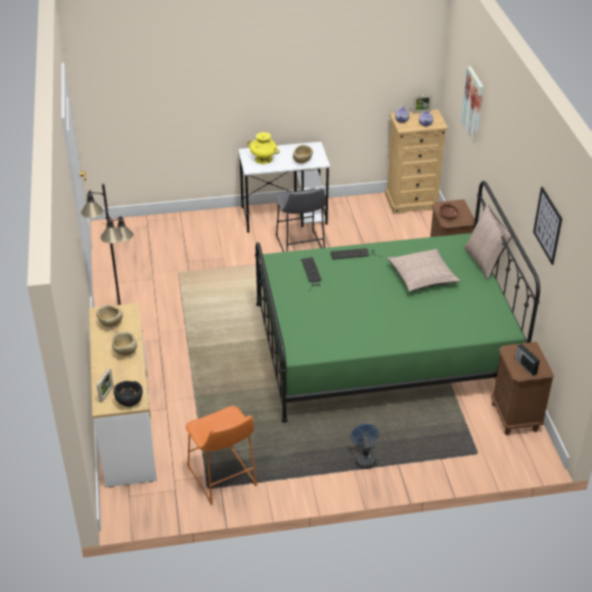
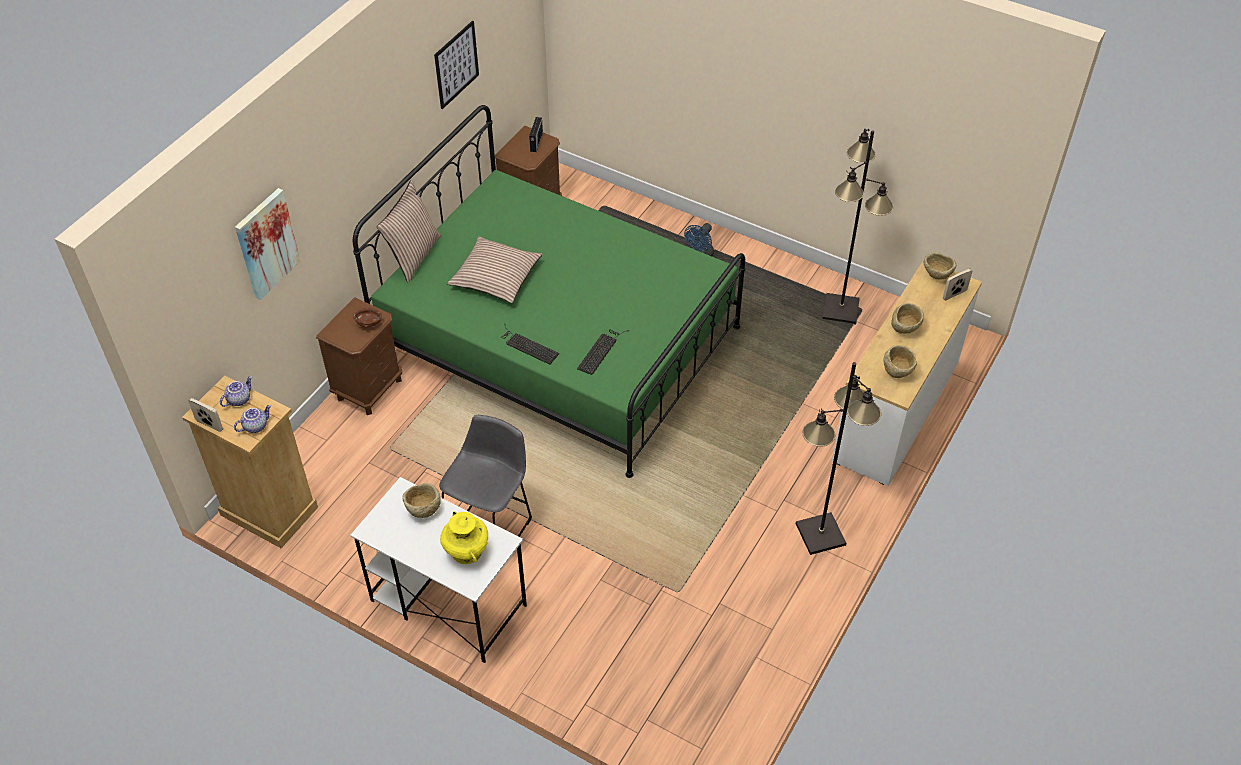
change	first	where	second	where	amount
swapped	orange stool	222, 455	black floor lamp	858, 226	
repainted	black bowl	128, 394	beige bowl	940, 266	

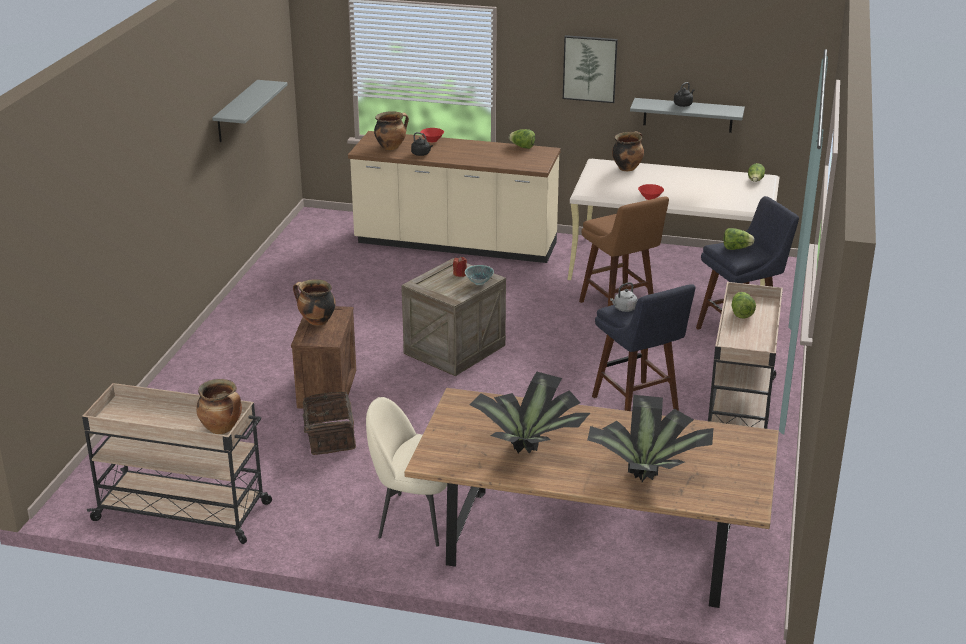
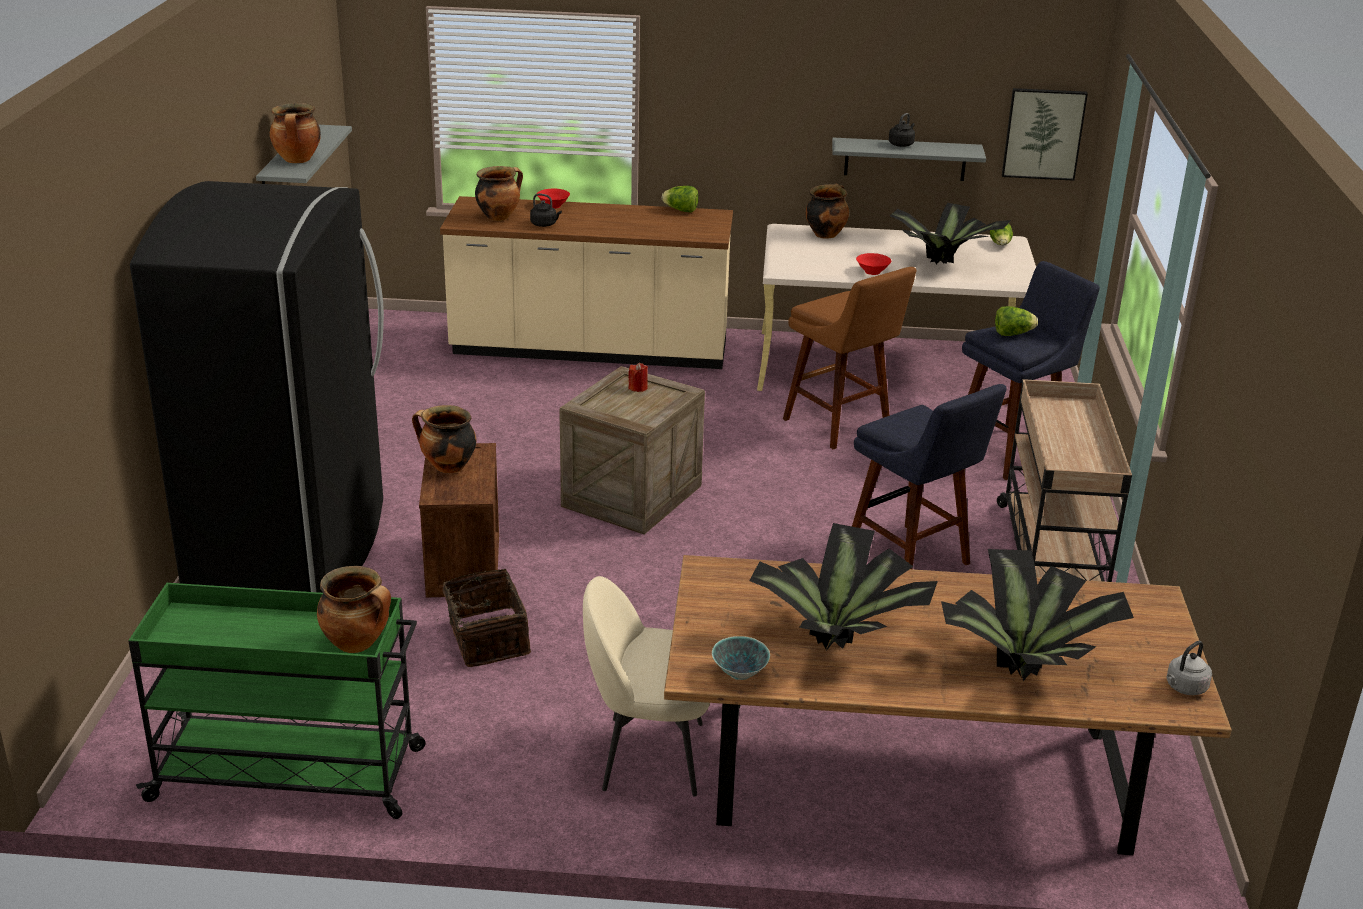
change	first	where	second	where	amount
repainted	beige cart	177, 463	green cart	277, 701	
new			black fridge	257, 387	
new			cooking pot	295, 133	
shifted	bowl	479, 275		741, 658	
new			potted plant	950, 233	
shifted	picture	590, 69		1045, 134	
shifted	grey kettle	624, 297		1189, 668	
gone	lettuce	743, 305			

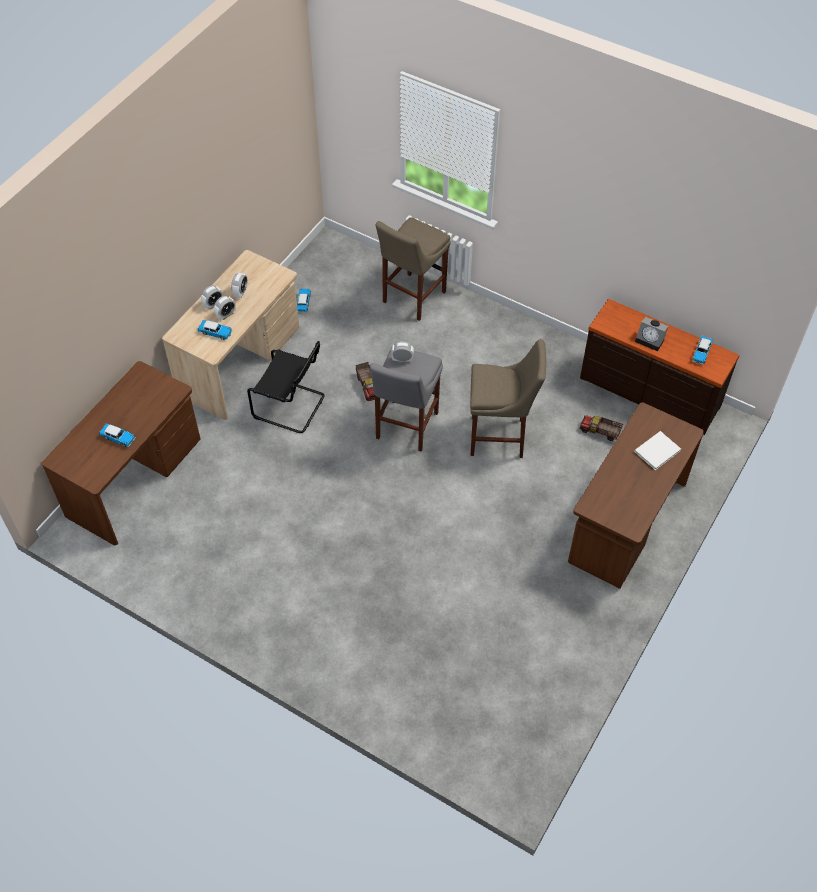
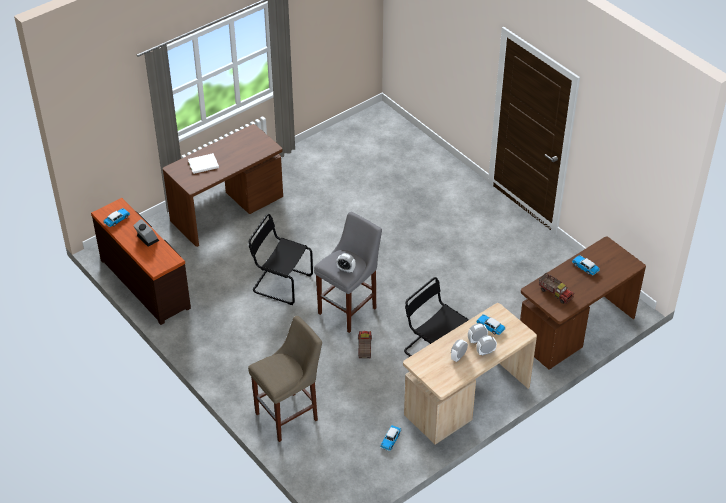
change	first	where	second	where	amount
swapped	beige stool	508, 398	black chair	281, 259	
shifted	toy truck	601, 428		556, 288	

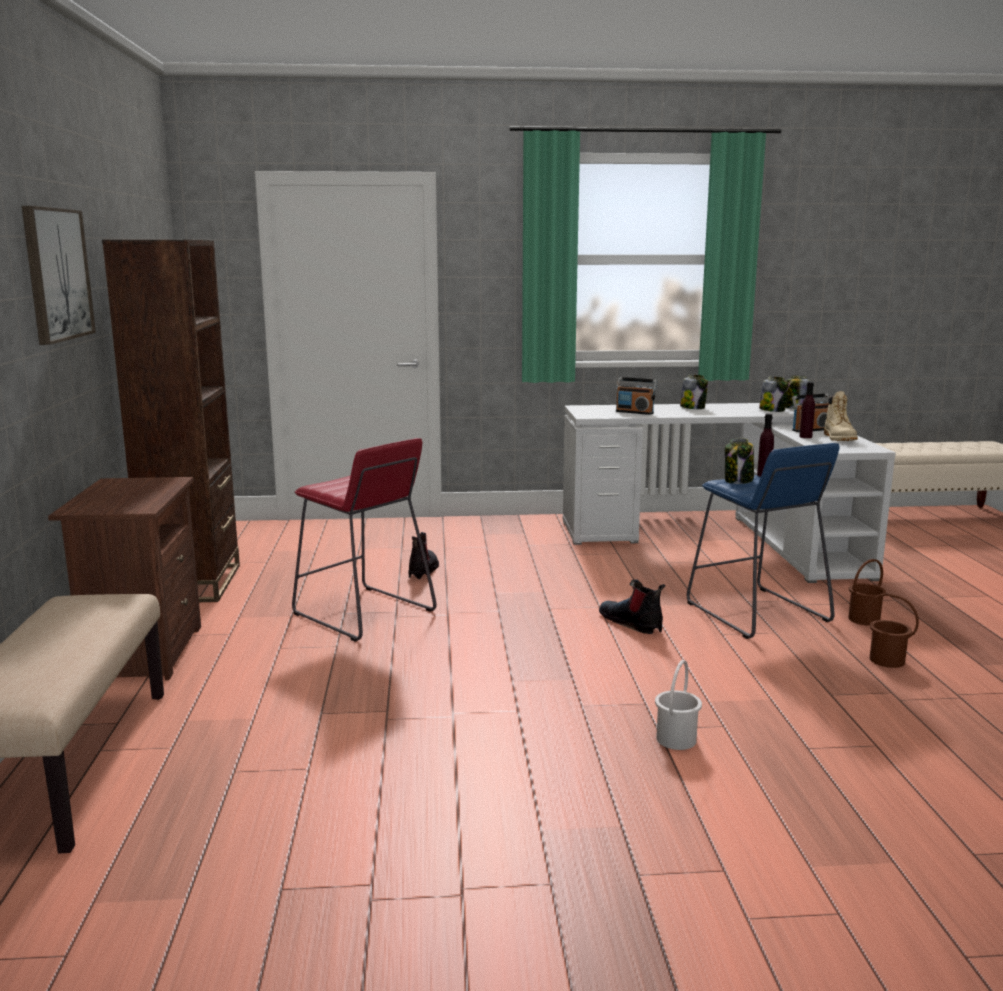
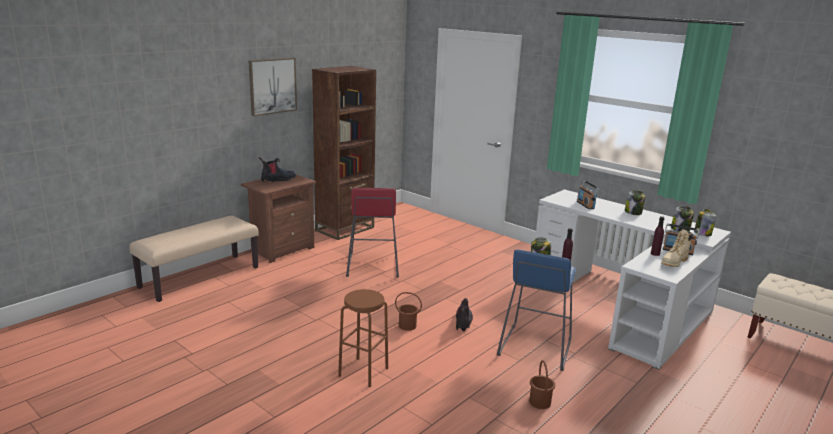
change	first	where	second	where	amount
shifted	boot	423, 555		277, 169	
swapped	white bucket	678, 705	brown stool	363, 338	
shifted	brown bucket	867, 592		408, 311	

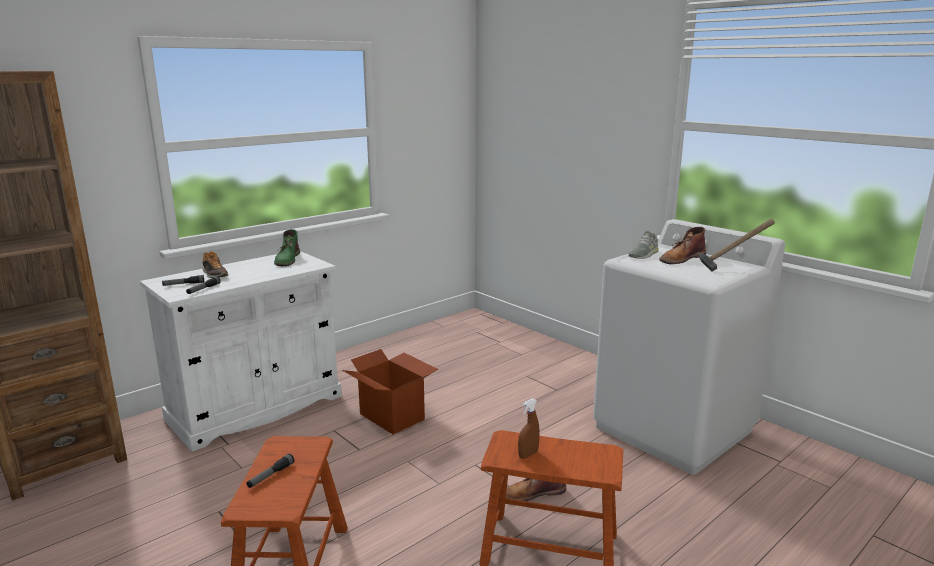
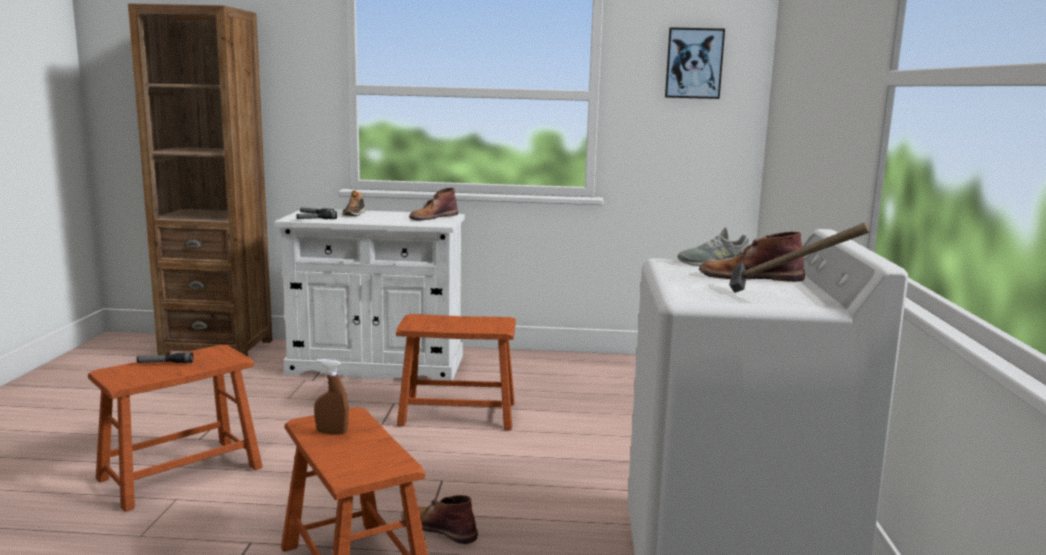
change	first	where	second	where	amount
swapped	cardboard box	390, 391	brown stool	456, 372	
repainted	green boot	287, 247	brown boot	433, 204	
new			picture	695, 63	

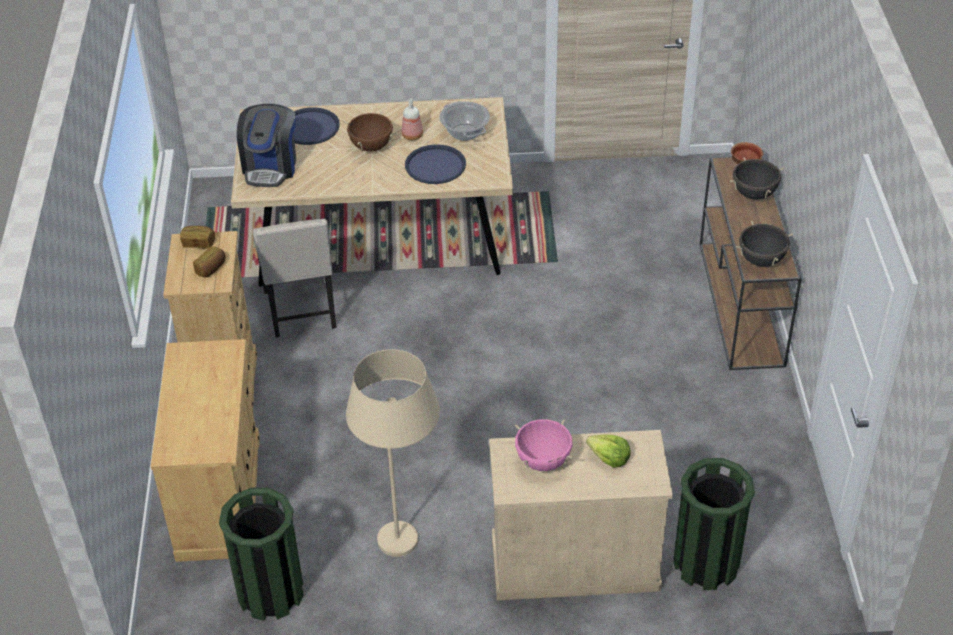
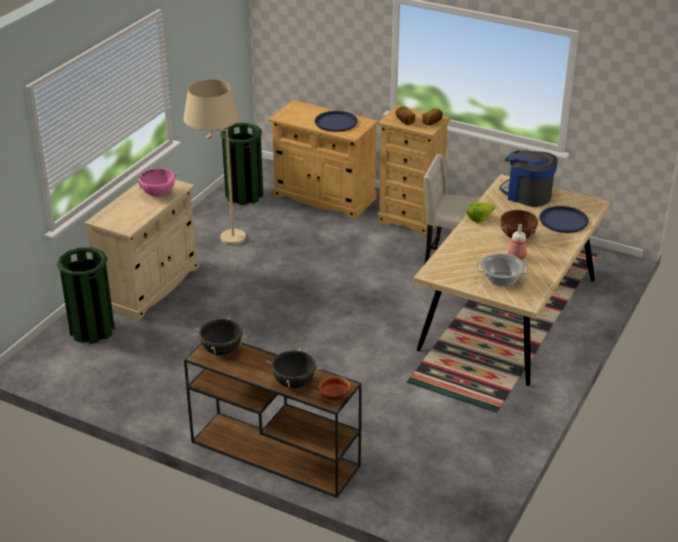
change	first	where	second	where	amount
shifted	blue tray	435, 164		336, 121	
shifted	lettuce	608, 451		481, 212	

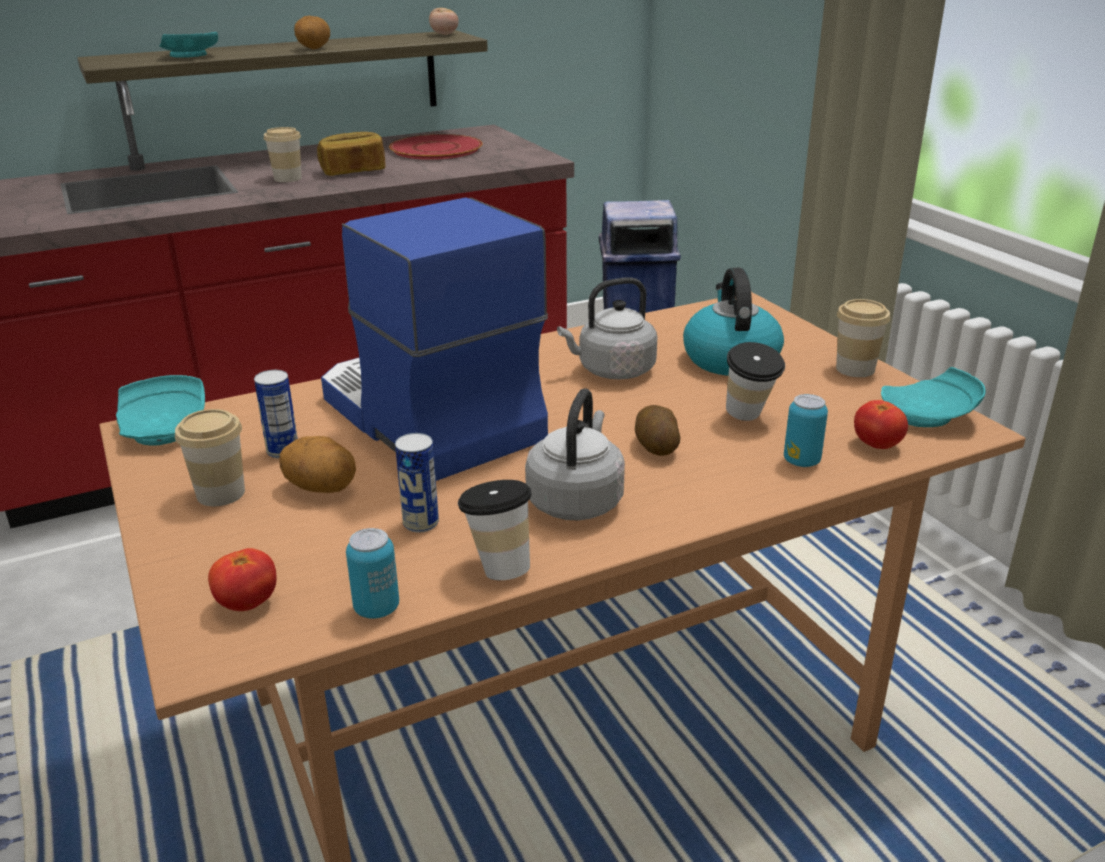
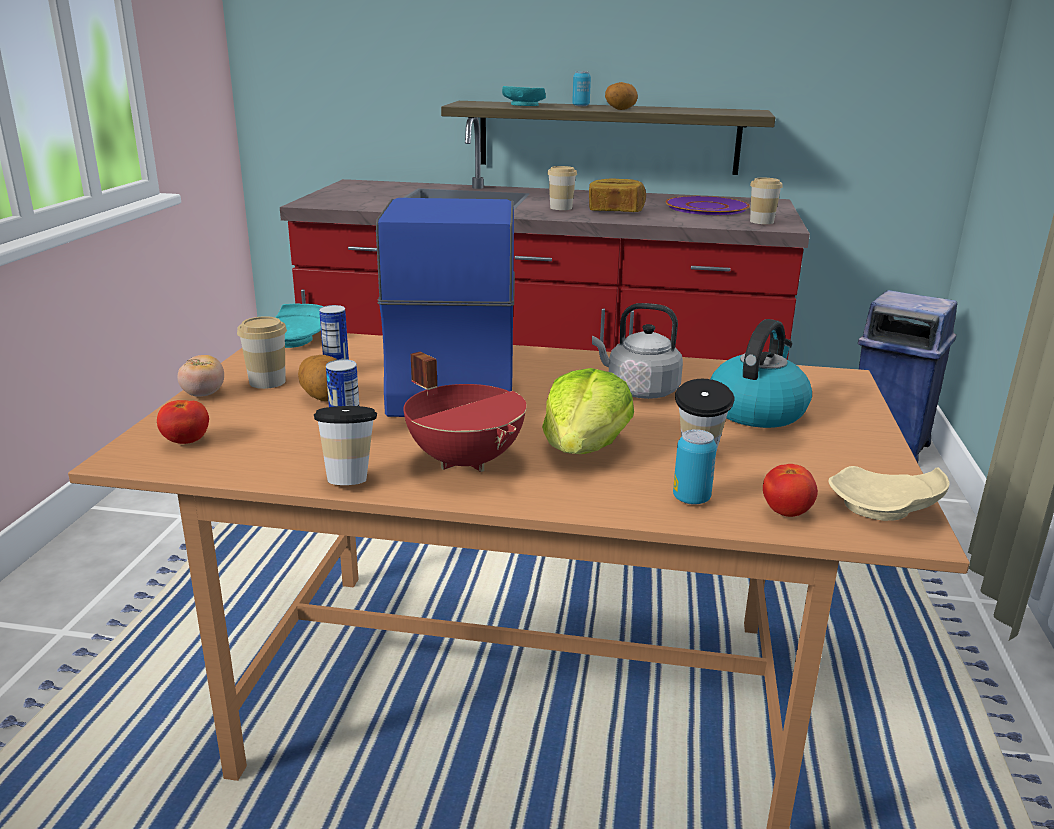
change	first	where	second	where	amount
shifted	tomato	444, 21		200, 376	
swapped	grey kettle	575, 454	red cooking pot	465, 411	
swapped	potato	657, 430	lettuce	588, 411	
shifted	can	372, 573		581, 88	
repainted	red plate	436, 147	purple plate	707, 205	
shifted	cup	863, 338		766, 201	
repainted	turquoise plate	933, 397	beige plate	888, 493	

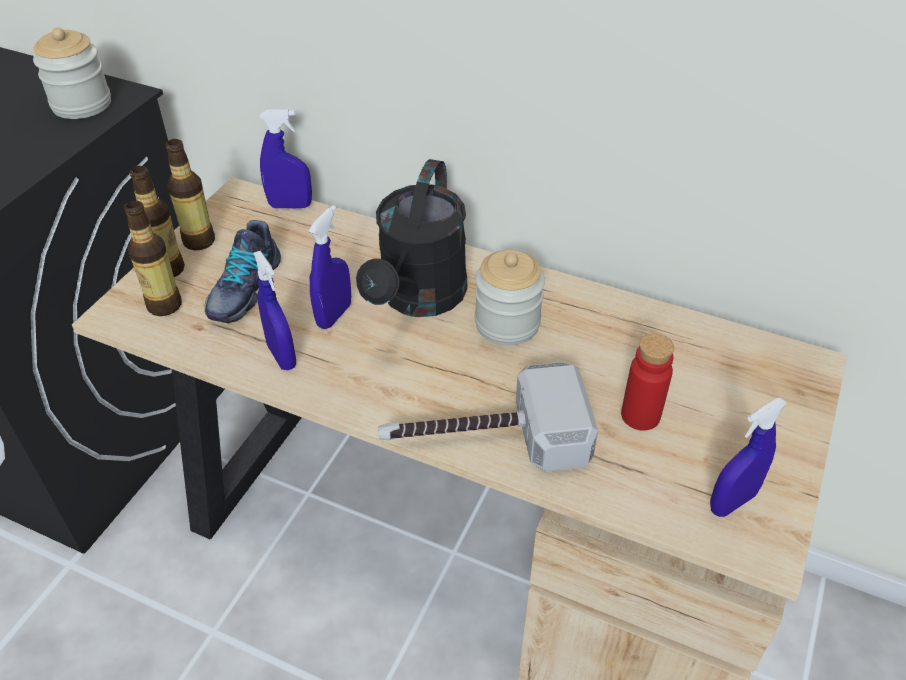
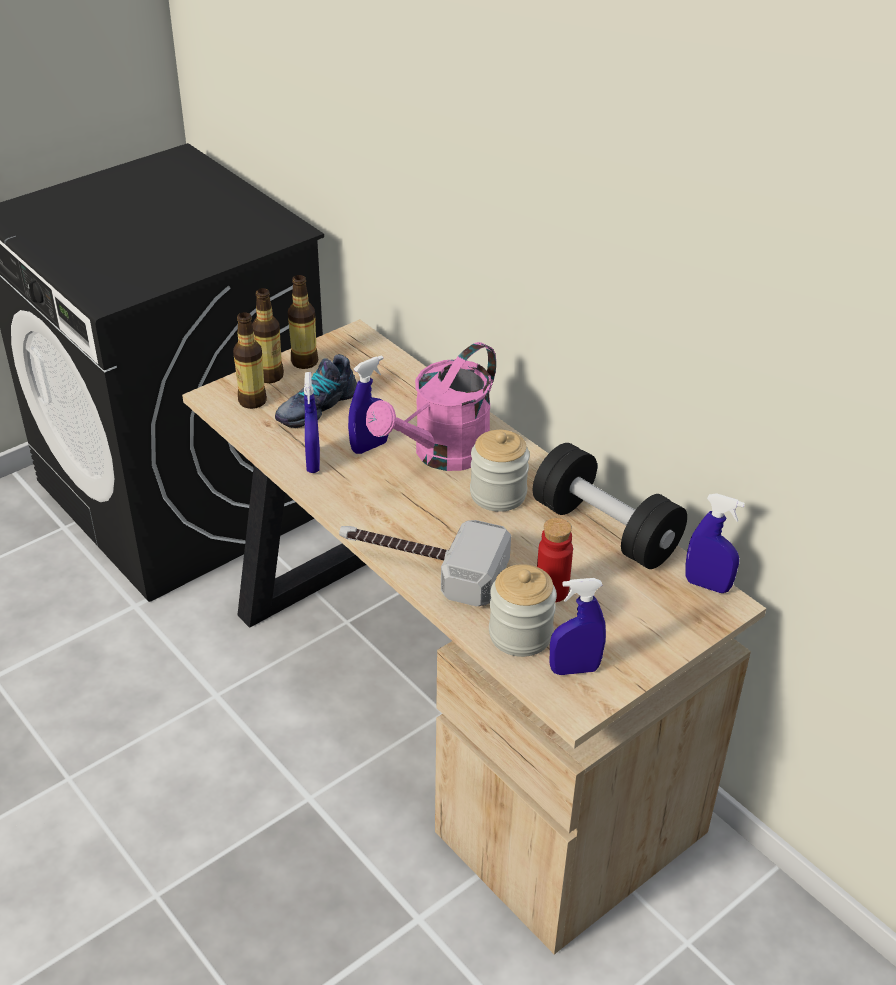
change	first	where	second	where	amount
repainted	black watering can	412, 238	pink watering can	431, 406	
shifted	jar	72, 73		523, 610	
new			black dumbbell	610, 506	
shifted	blue spray bottle	286, 158		715, 543	

